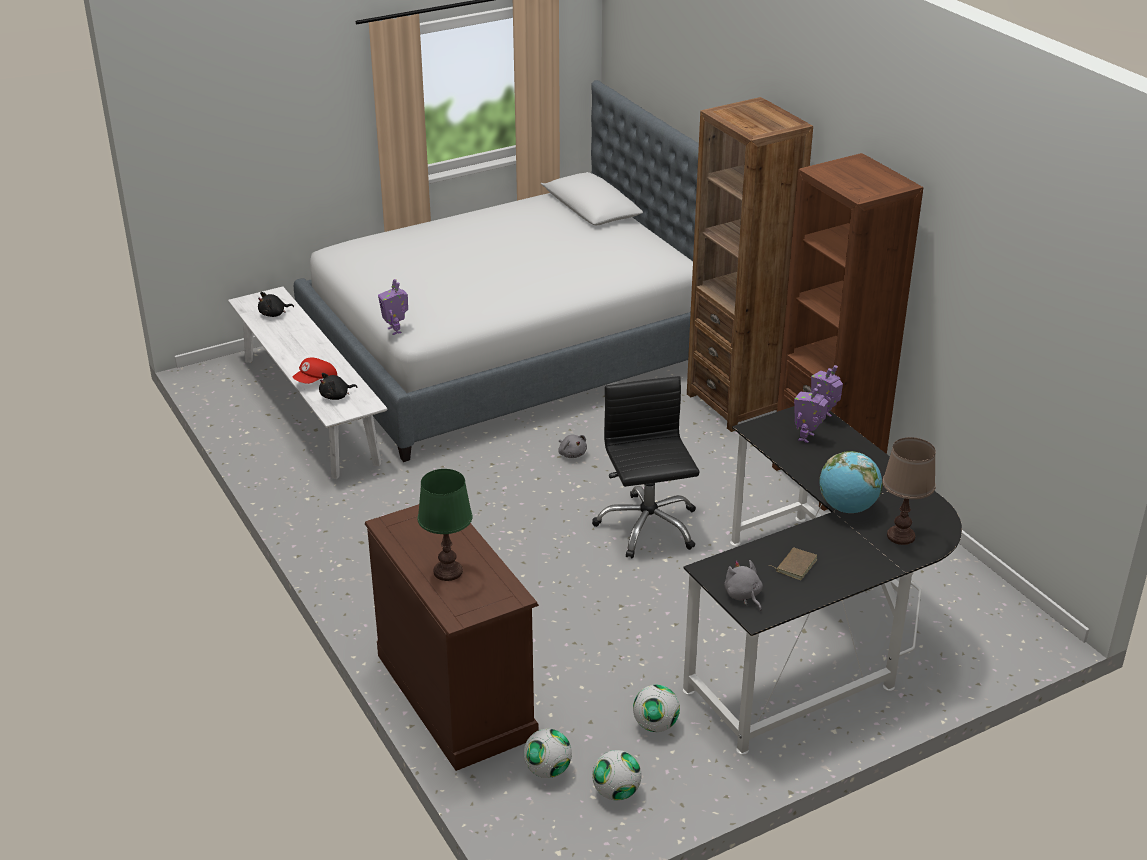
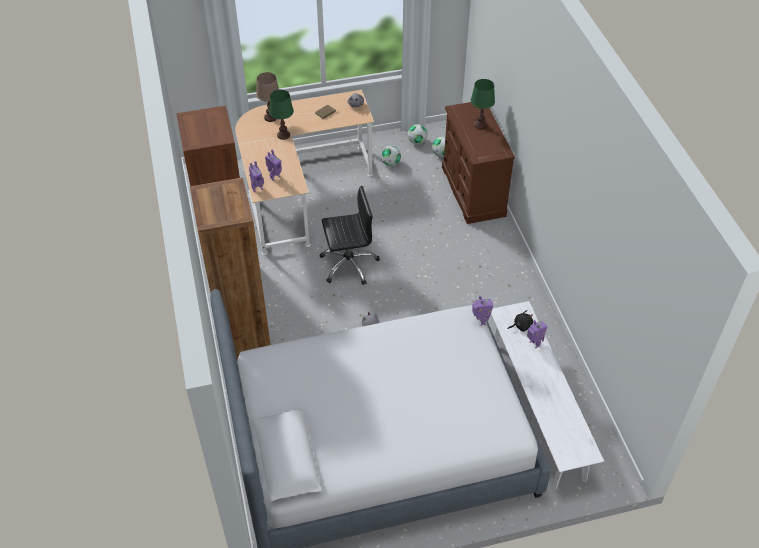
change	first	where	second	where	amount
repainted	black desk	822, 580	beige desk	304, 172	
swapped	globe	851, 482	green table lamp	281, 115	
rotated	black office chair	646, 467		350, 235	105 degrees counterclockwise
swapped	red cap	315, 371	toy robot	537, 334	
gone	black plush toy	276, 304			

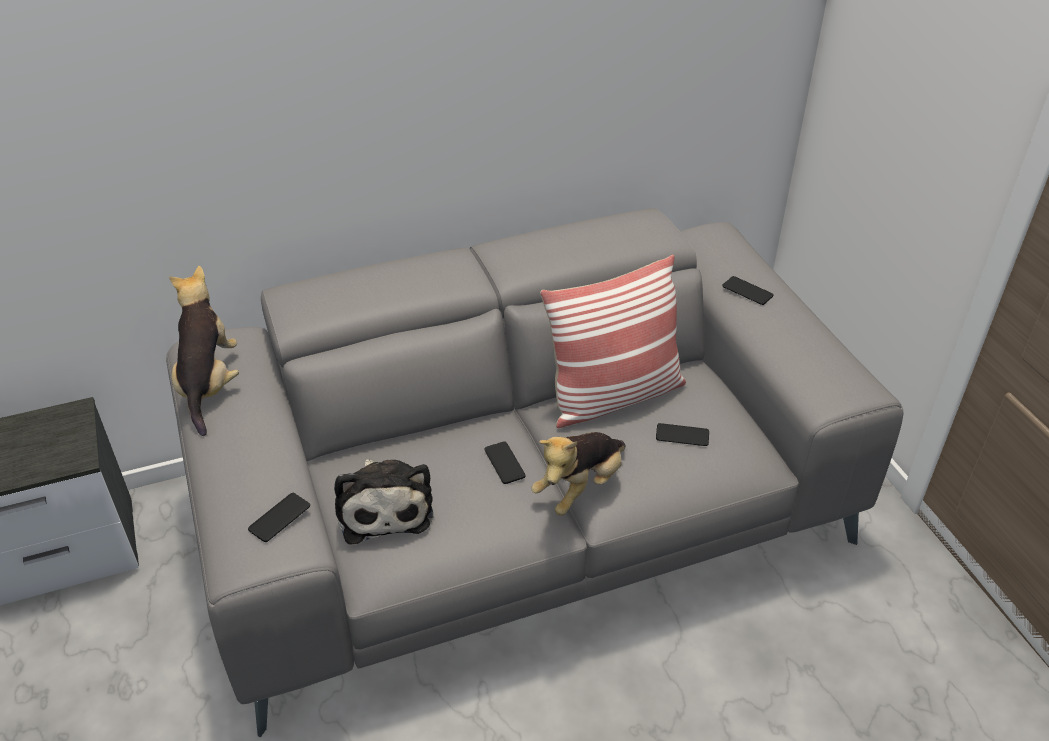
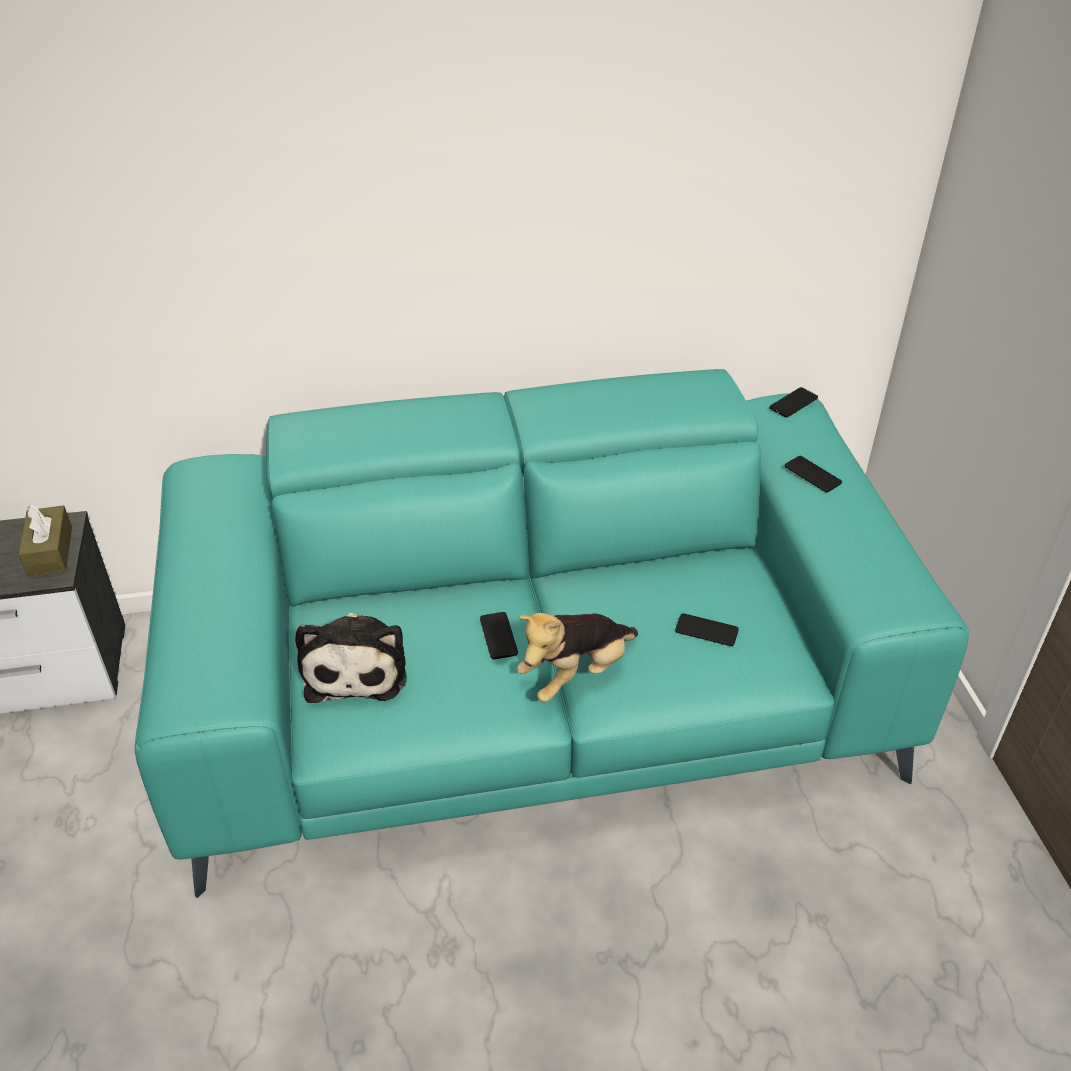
change	first	where	second	where	amount
new			brown tissue box	45, 541	
repainted	grey sofa	535, 472	turquoise sofa	552, 633	
shifted	phone	279, 517		794, 402	
gone	plush toy	204, 351			
gone	pillow	613, 341			

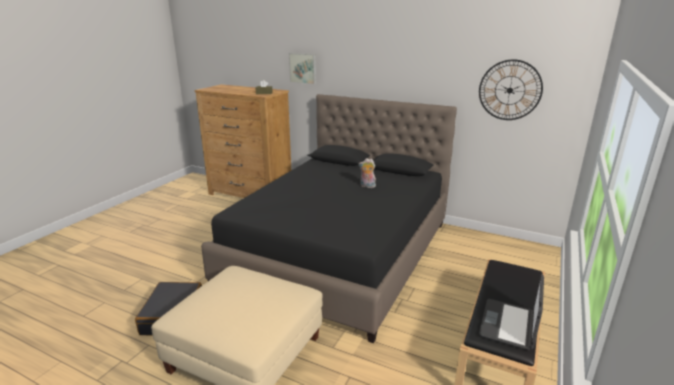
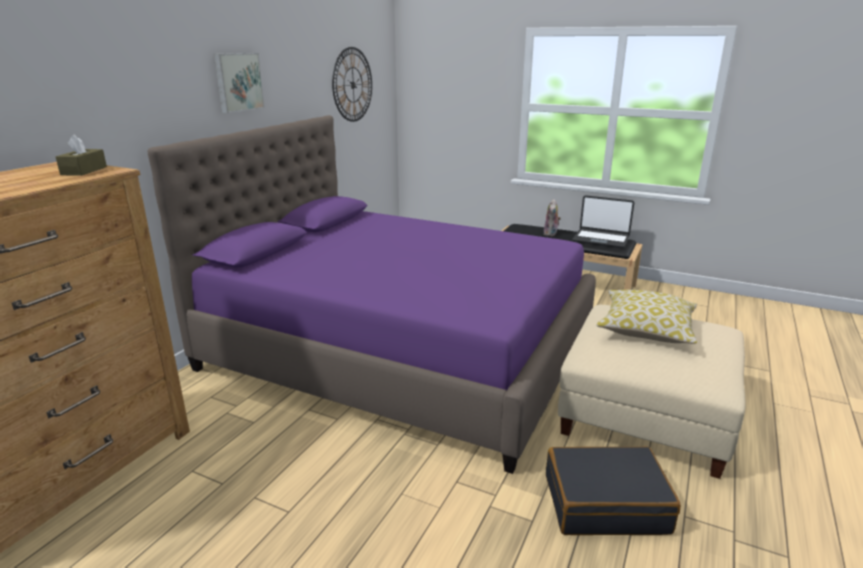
change	first	where	second	where	amount
repainted	black bed	329, 218	purple bed	372, 294	
shifted	picture	302, 68		239, 83	
shifted	plush toy	367, 173		552, 217	
new			pillow	646, 317	

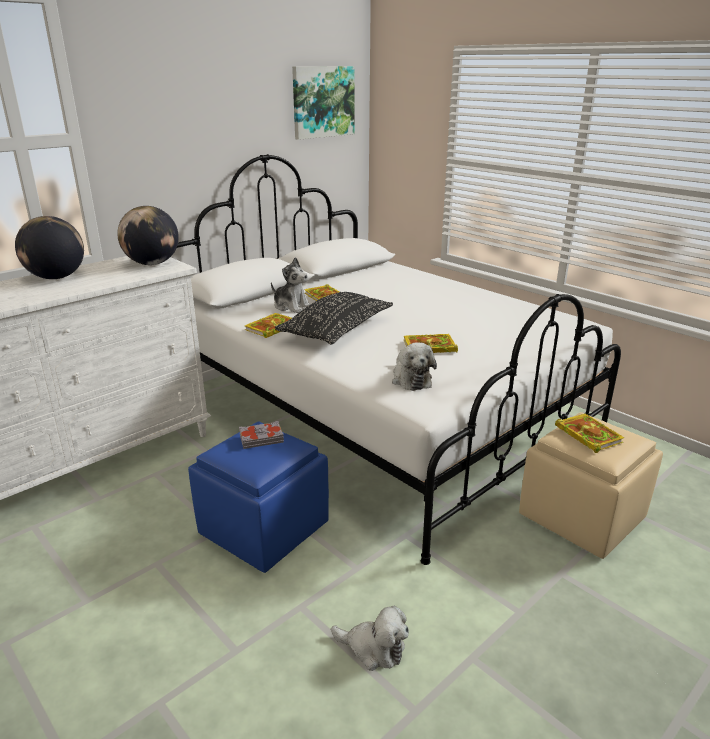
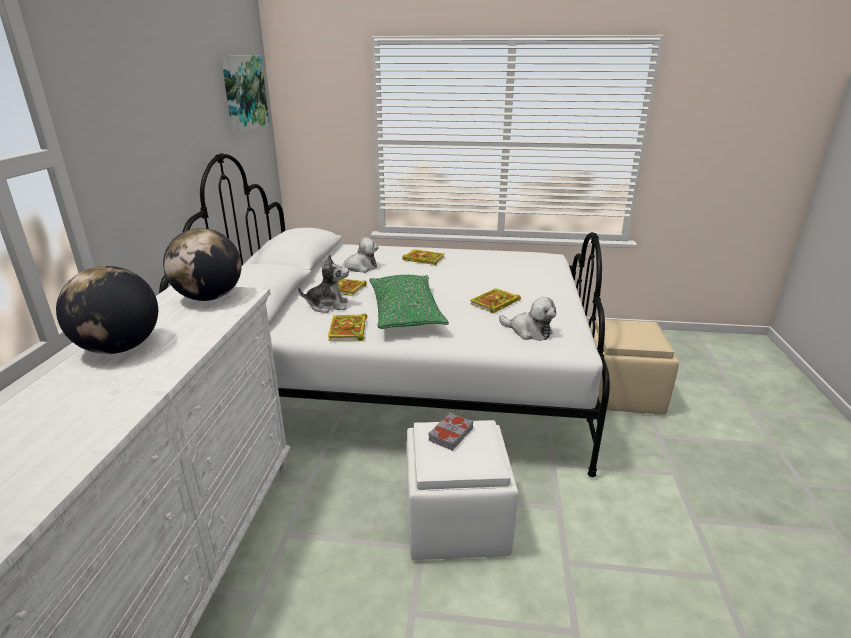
change	first	where	second	where	amount
shifted	plush toy	370, 638		358, 255	
repainted	black pillow	334, 318	green pillow	409, 302	
shifted	book	589, 433		423, 257	
repainted	blue ottoman	258, 497	white ottoman	462, 490	

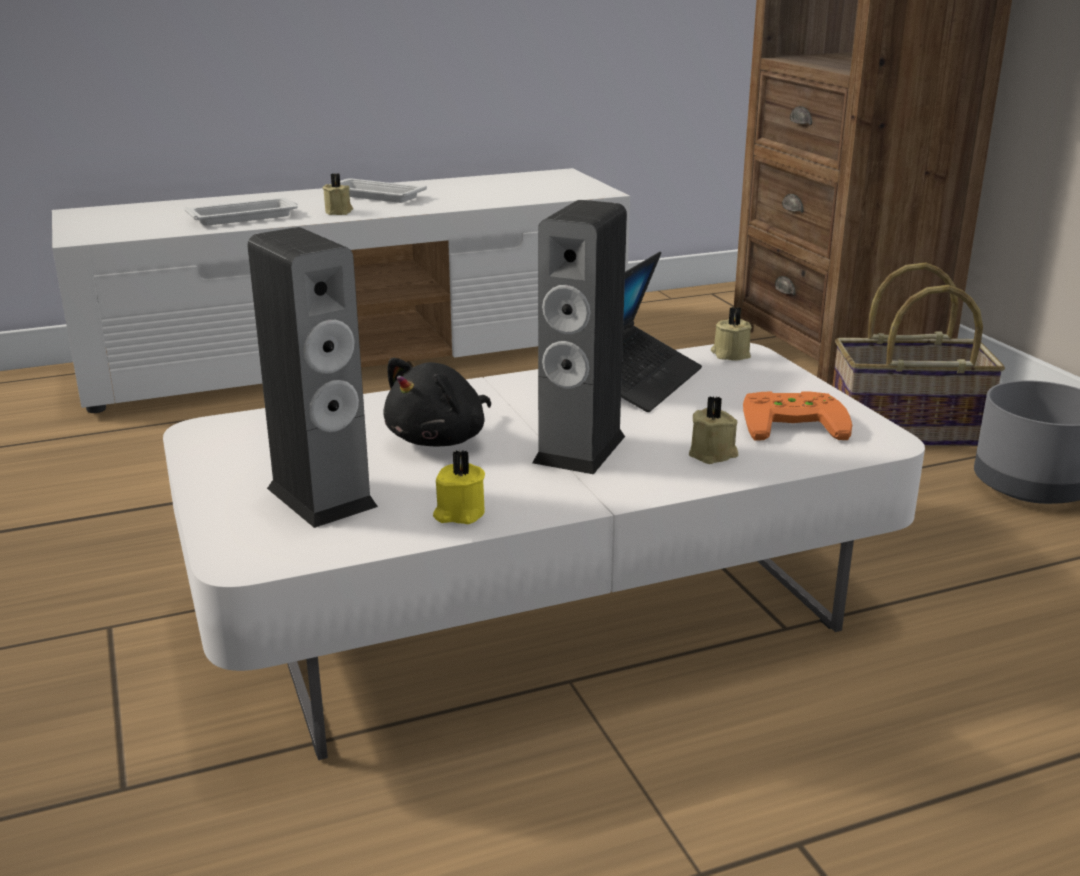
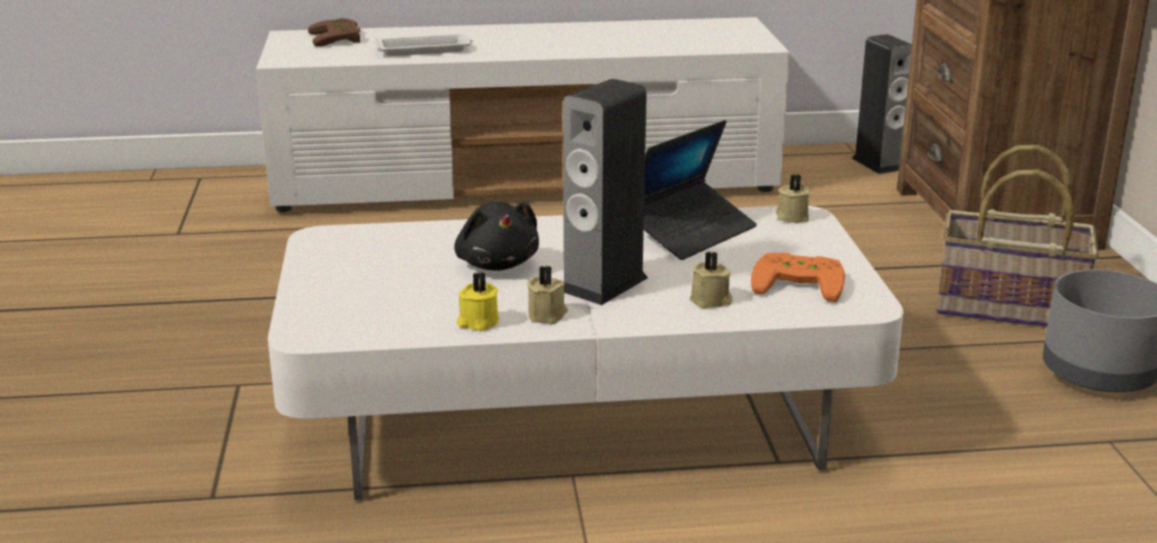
change	first	where	second	where	amount
new			brown game controller	334, 32	
rotated	black plush toy	437, 402		496, 236	75 degrees counterclockwise
shifted	beige candle	337, 194		547, 295	
shifted	speaker	312, 377		882, 104	
gone	white tray	383, 190			

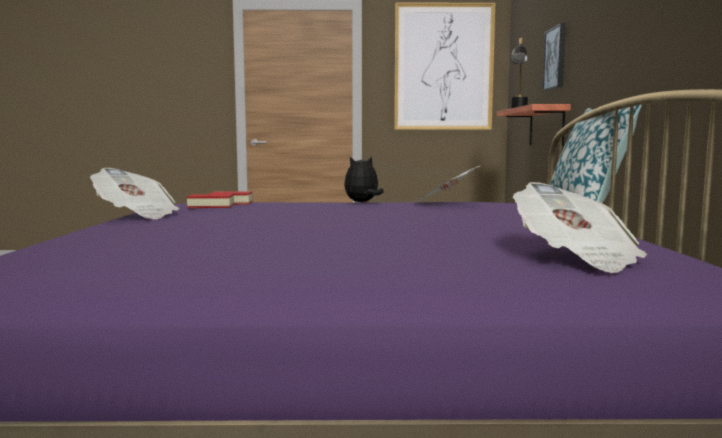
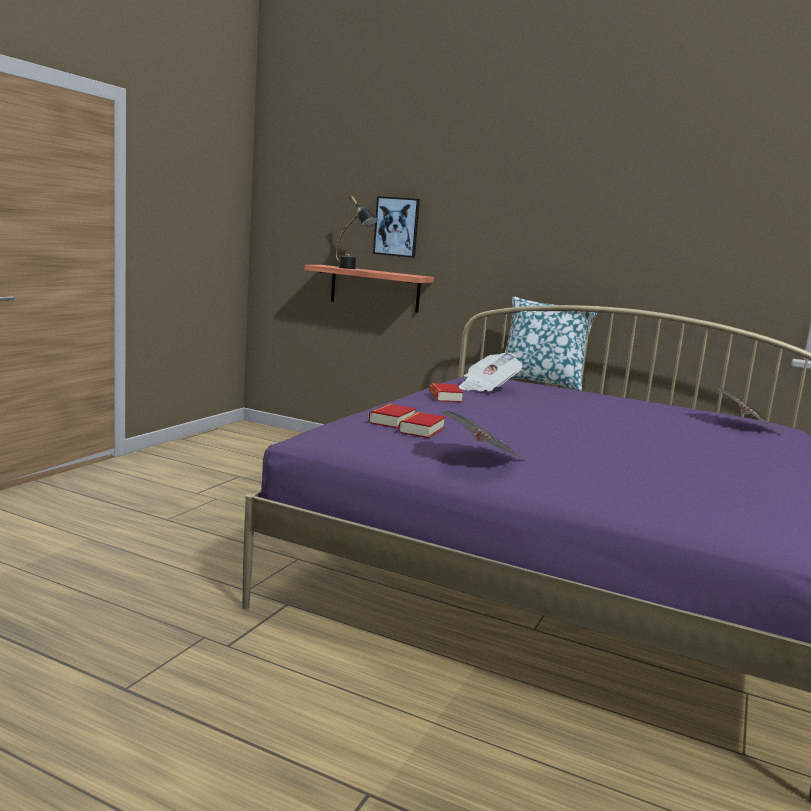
change	first	where	second	where	amount
swapped	plush toy	364, 179	book	446, 392	
gone	picture	444, 66			

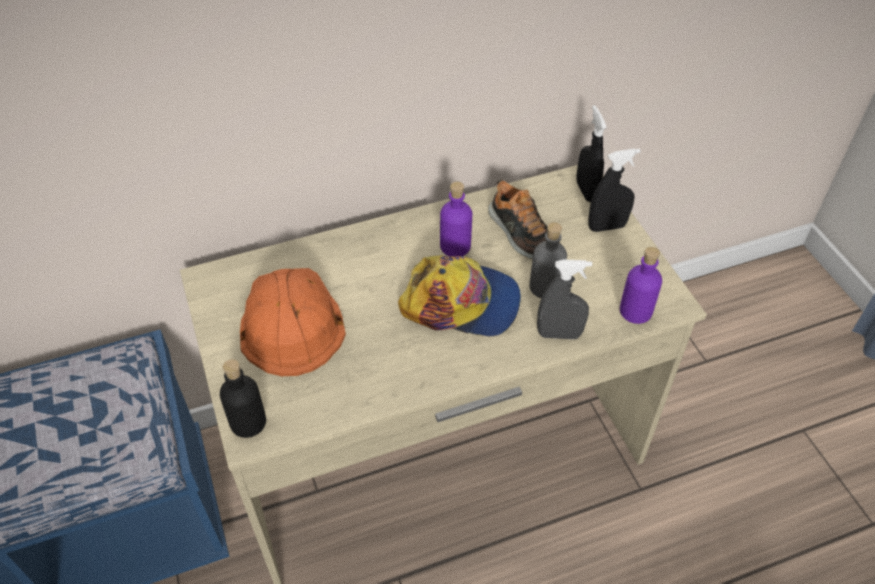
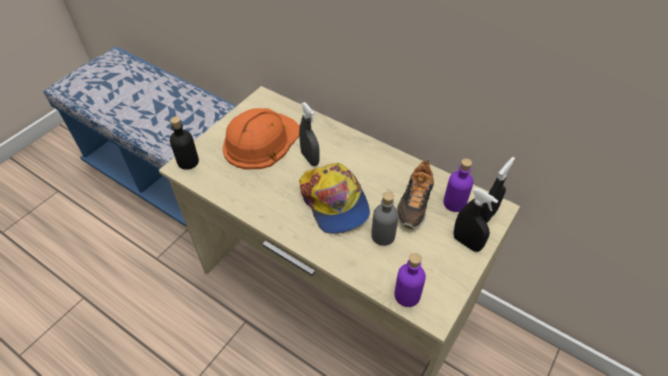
change	first	where	second	where	amount
shifted	grey spray bottle	564, 299		309, 134	
shifted	purple bottle	456, 219		458, 185	

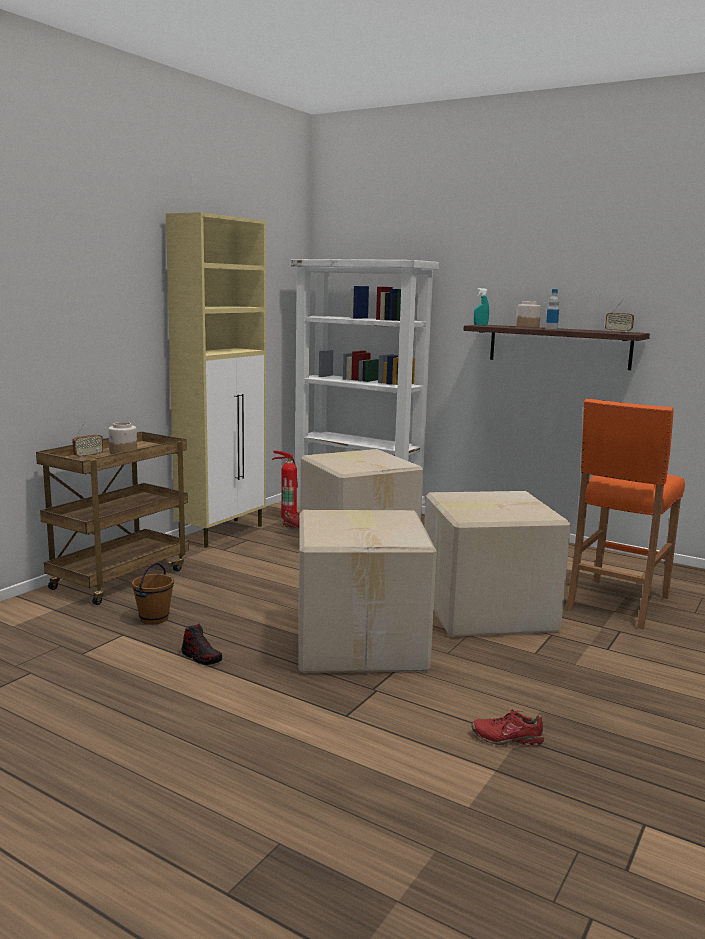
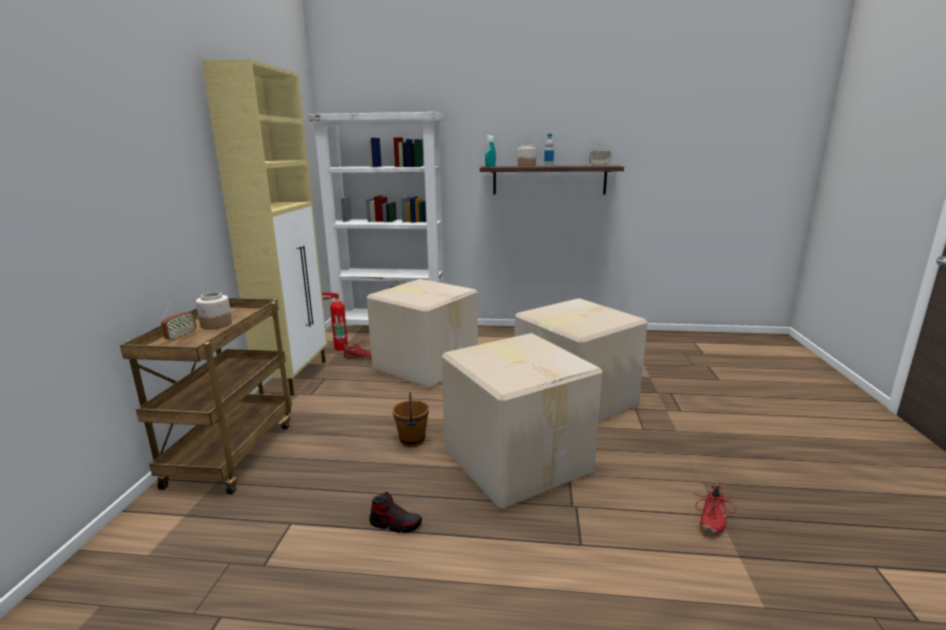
change	first	where	second	where	amount
shifted	brown bucket	153, 594		410, 419	
rotated	red shoe	507, 727		715, 509	45 degrees counterclockwise
gone	orange stool	625, 514			

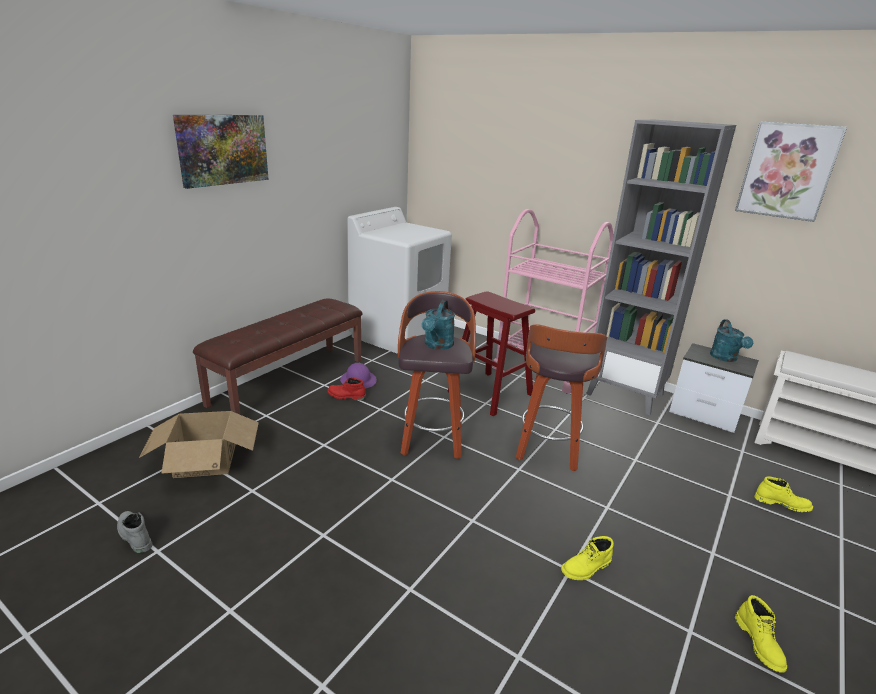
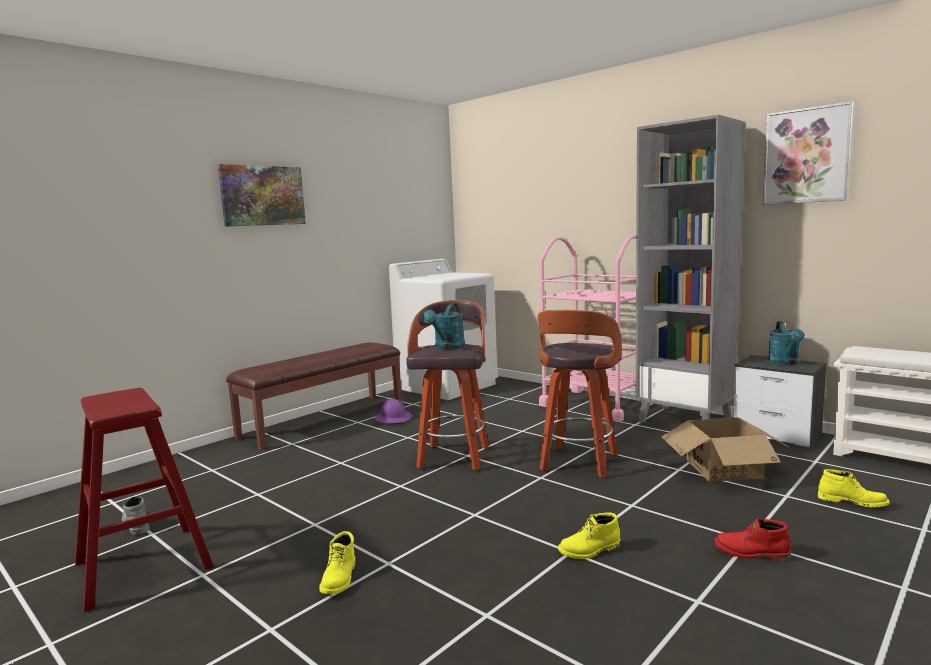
change	first	where	second	where	amount
shifted	red stool	491, 353		144, 500	
shifted	yellow boot	761, 634		337, 563	
shifted	cardboard box	199, 444		727, 449	
shifted	red boot	347, 388		752, 539	

